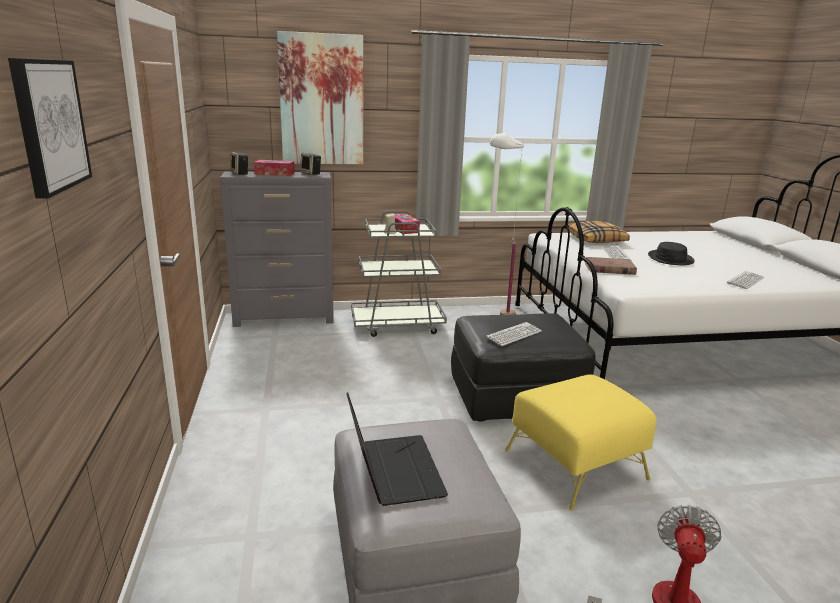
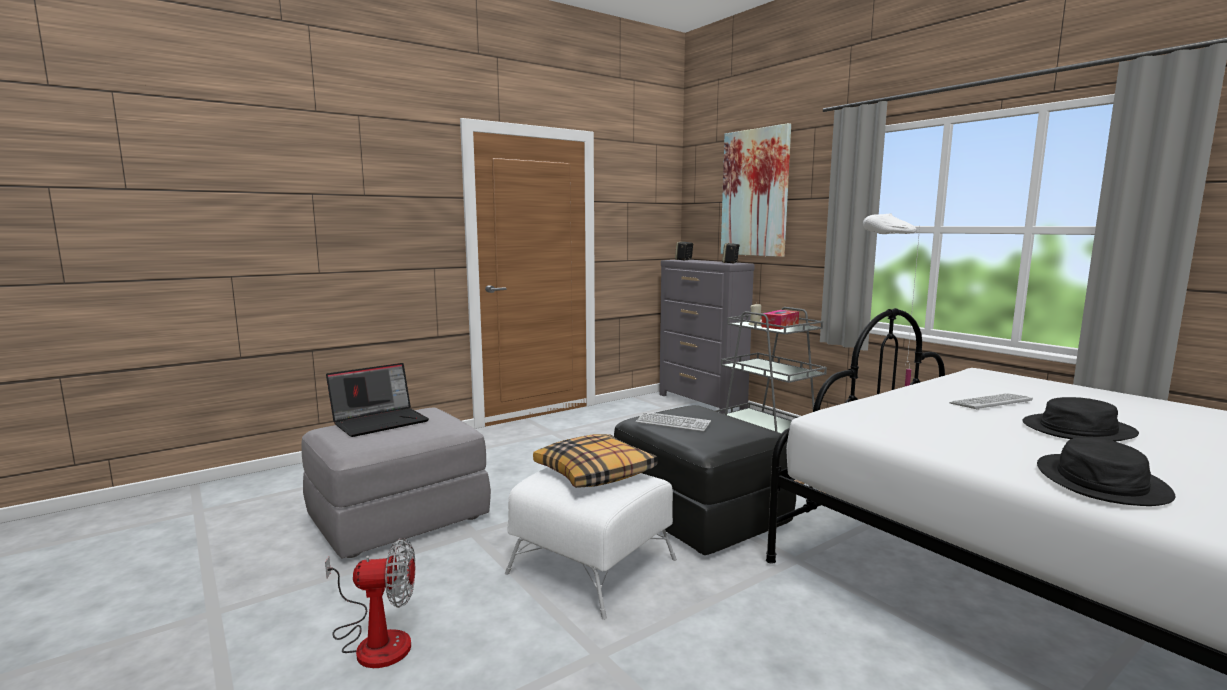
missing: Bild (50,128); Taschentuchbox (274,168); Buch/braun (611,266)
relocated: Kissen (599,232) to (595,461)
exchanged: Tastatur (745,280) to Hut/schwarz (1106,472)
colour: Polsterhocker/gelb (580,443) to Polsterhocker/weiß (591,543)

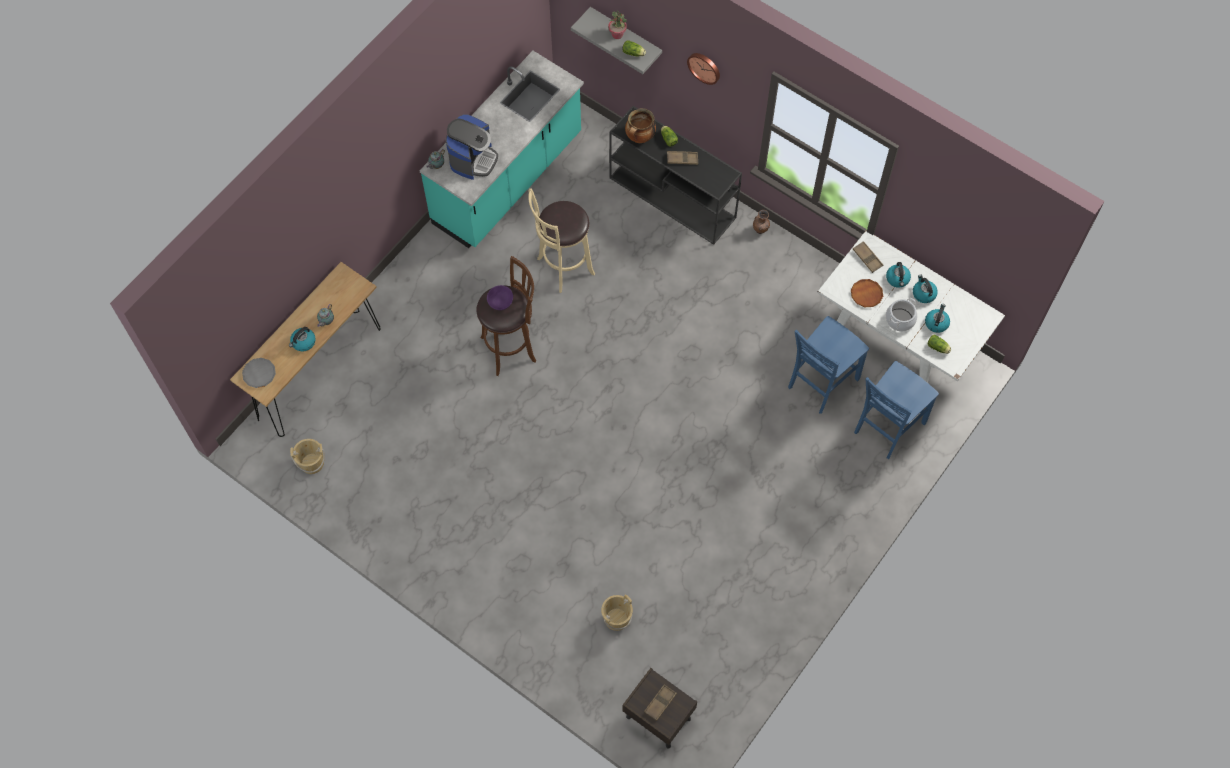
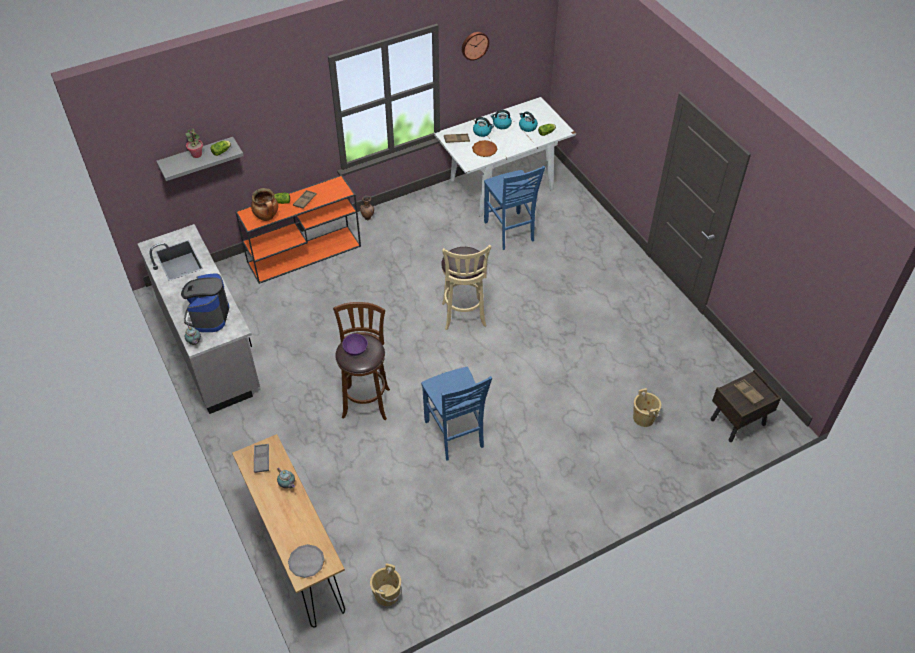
missing: Kochtopf (901,315); Wasserkessel (302,339)
appeared: Tablett/grau (261,458)
relocated: Wanduhr (703,69) to (475,46); Hocker/beige (561,240) to (466,287); Stuhl/blau (896,410) to (456,414)
colour: Küchenzeile/türkis (501,149) to Küchenzeile/grau (199,319); Konsolentisch/schwarz (675,175) to Konsolentisch/orange (298,229)
spun: Kaffeemaschine (472,147) = (205,302) 135 degrees counterclockwise

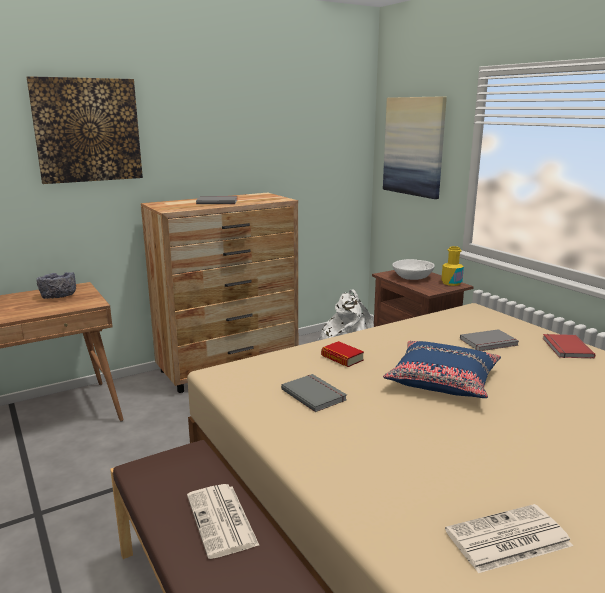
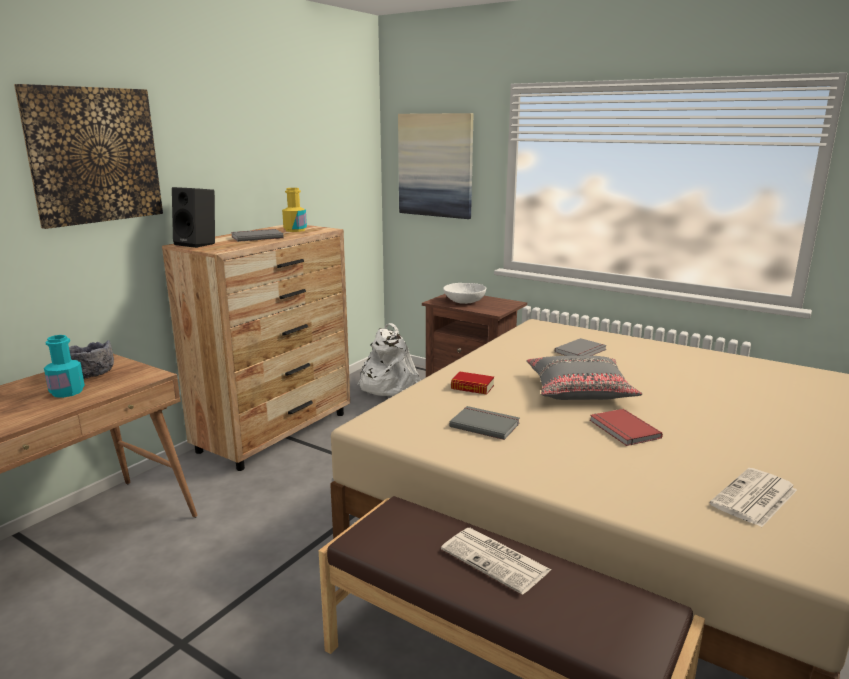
appeared: Lautsprecher/schwarz (193,217); Flasche/türkis (64,366)
relocated: Flasche/gelb (452,266) to (294,210); Buch/rot (569,346) to (626,427)
colour: Kissen/blau (442,369) to Kissen/grau (584,378)

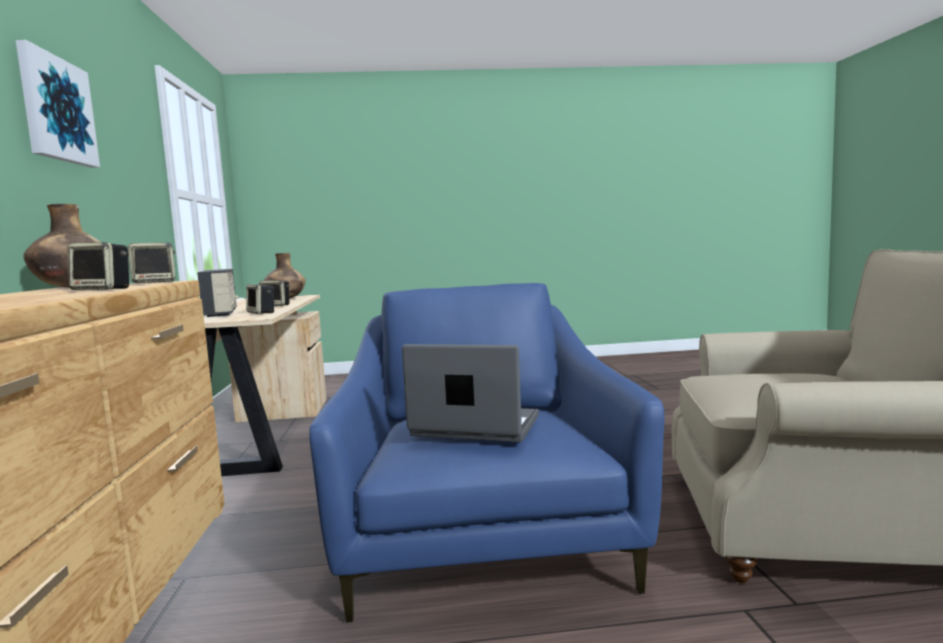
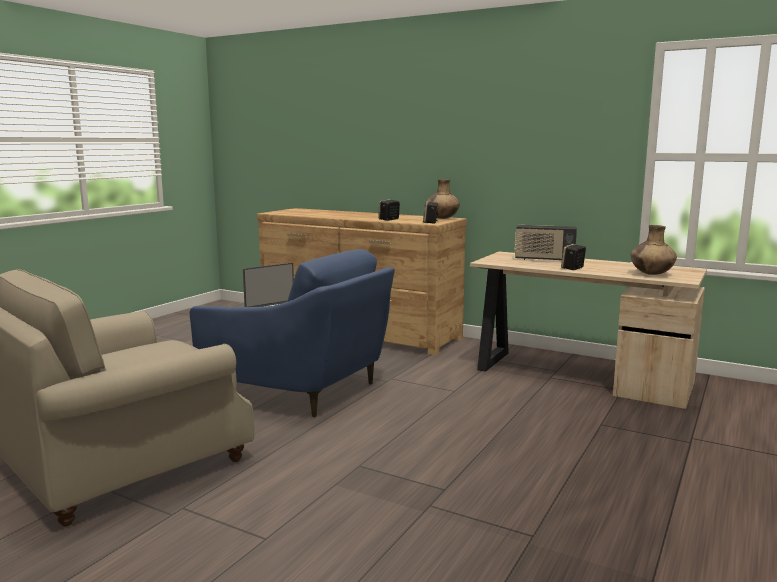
missing: Bild (58,104); Lautsprecher (260,299)

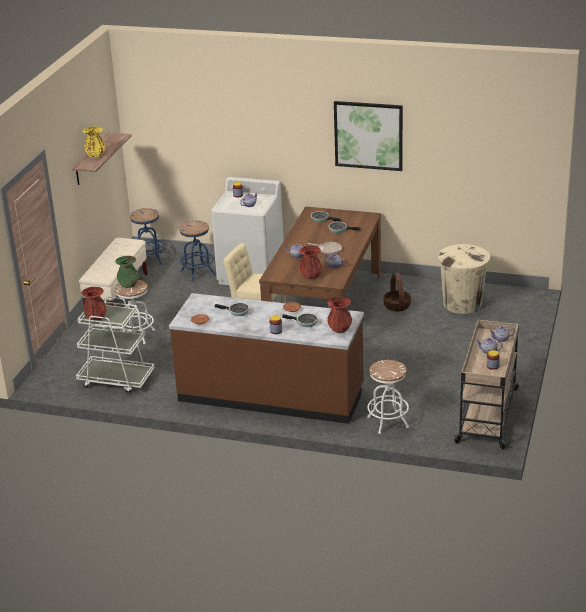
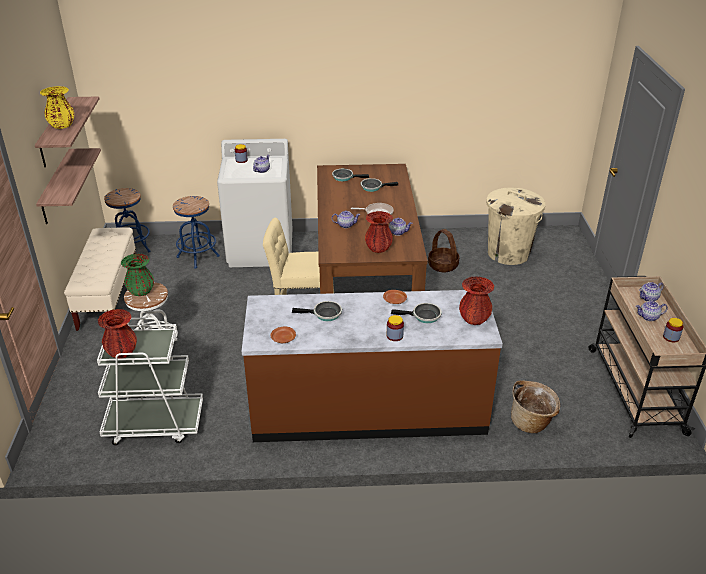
missing: Bild (368,136)
appeared: Wandregal (68,186)
exchanged: Hocker/weiß (388,397) to Korb (535,407)

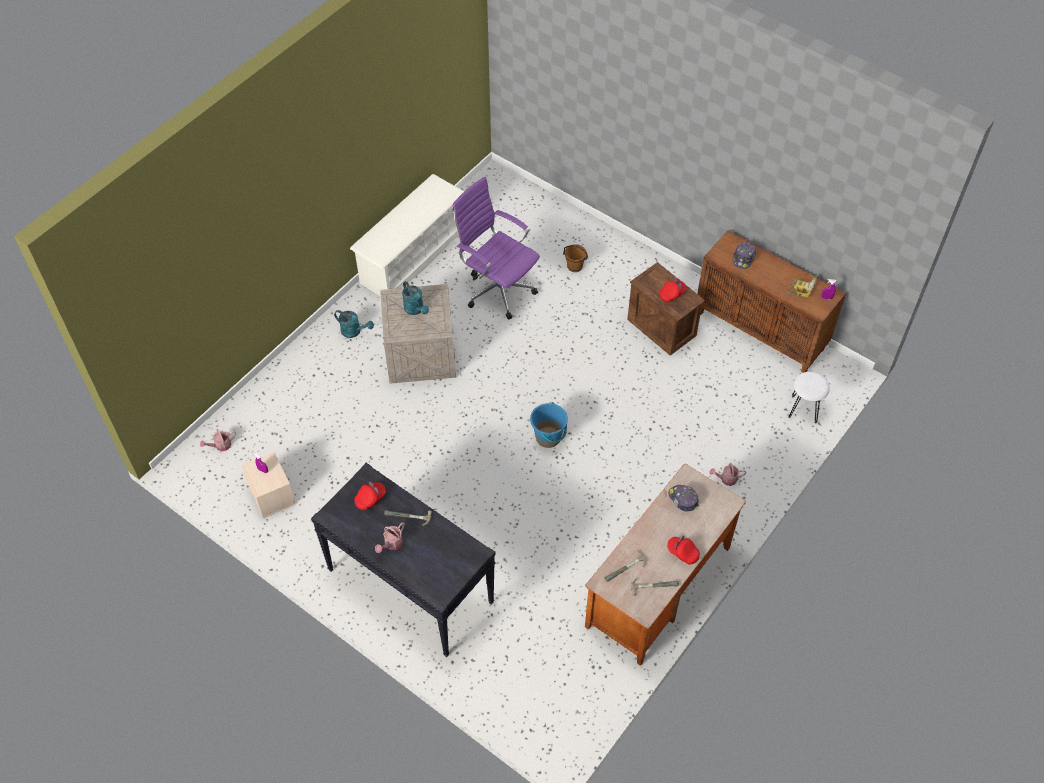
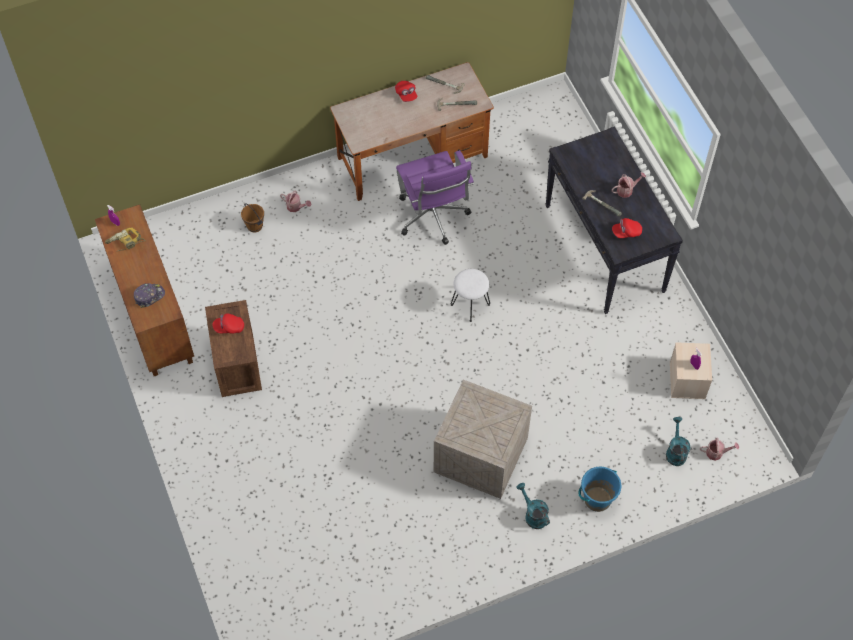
missing: Schuhregal/weiß (407,235); Kappe (683,498)
relocated: Bürostuhl/lila (496,248) to (435,197); Eimer/braun (575,258) to (252,218); Gießkanne/türkis (415,298) to (678,441); Hocker/weiß (809,398) to (470,295); Eimer/blau (549,425) to (599,489)

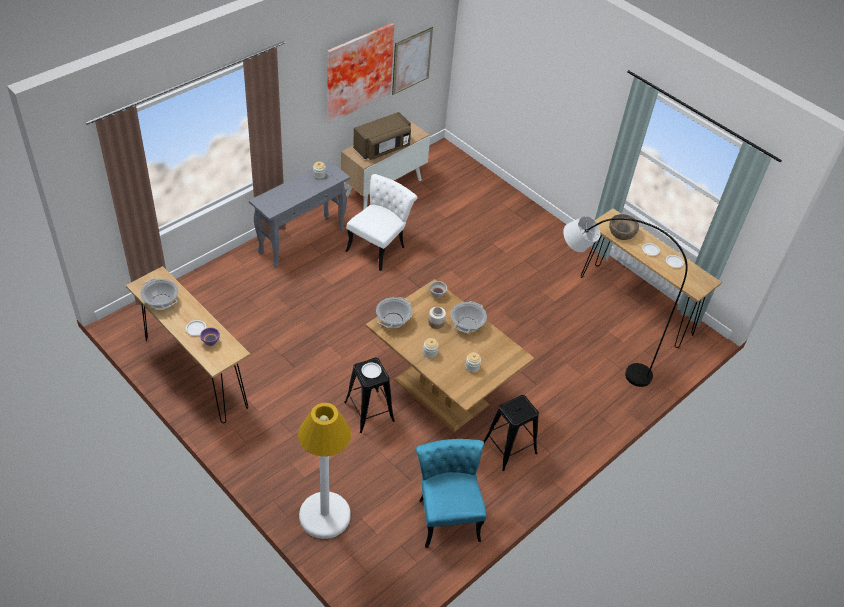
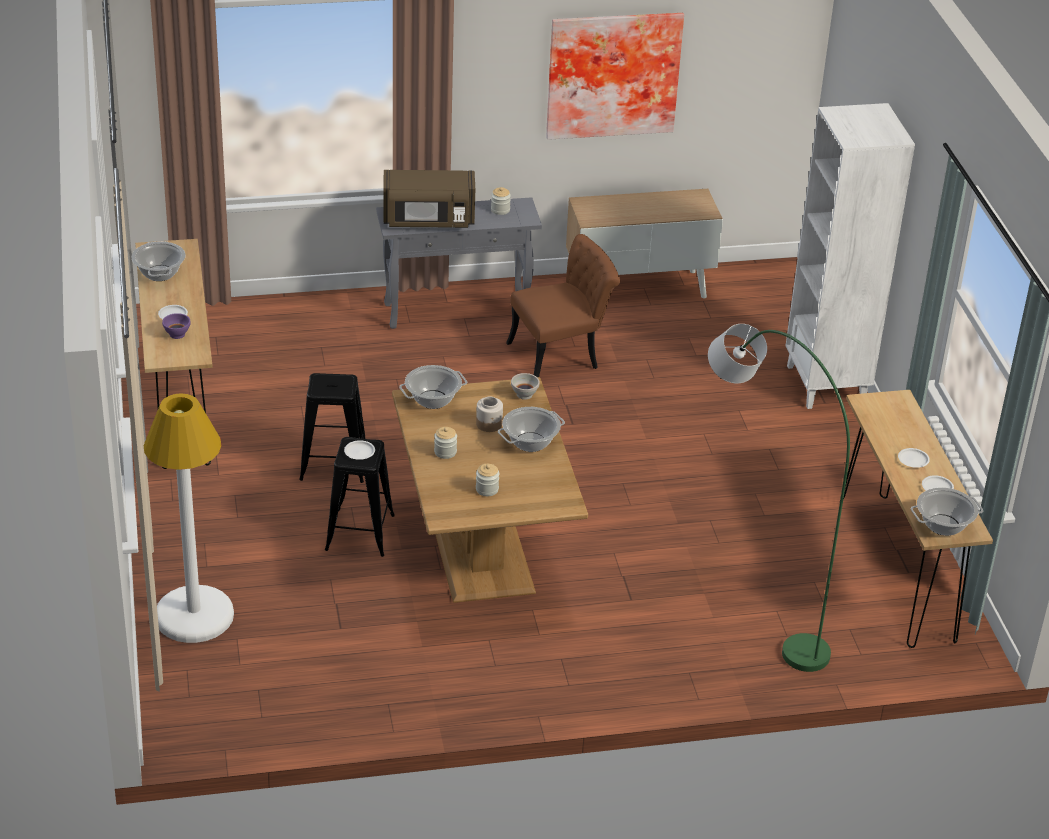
missing: Bild (412,61); Schüssel/braun (624,227); Stuhl/türkis (451,493)
appeared: Bücherregal/weiß (850,256); Kochtopf (947,512)
relocated: Mikrowelle/braun (382,136) to (429,199); Hocker/schwarz (511,433) to (332,428)
colour: Stuhl/weiß (381,222) to Stuhl/braun (563,305); Stehlampe/grau (625,301) to Stehlampe/grün (779,498)

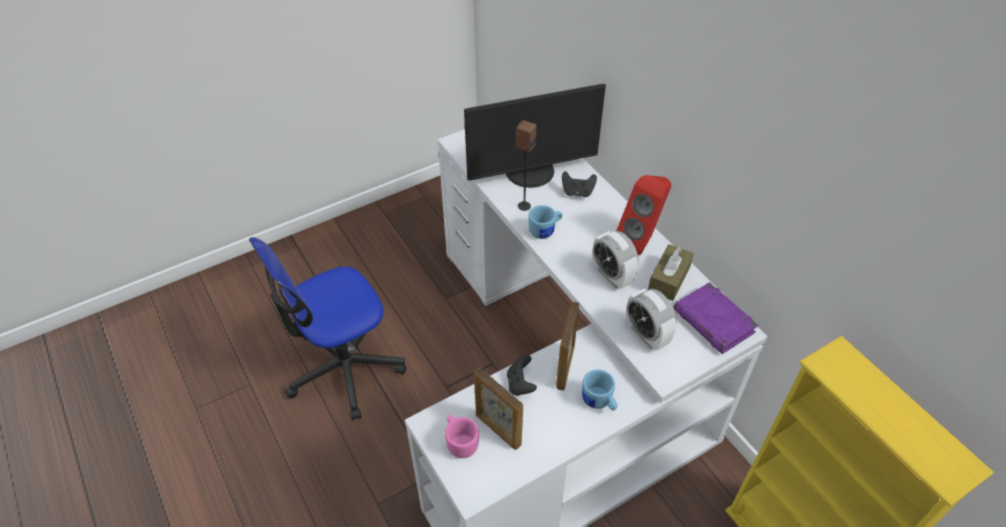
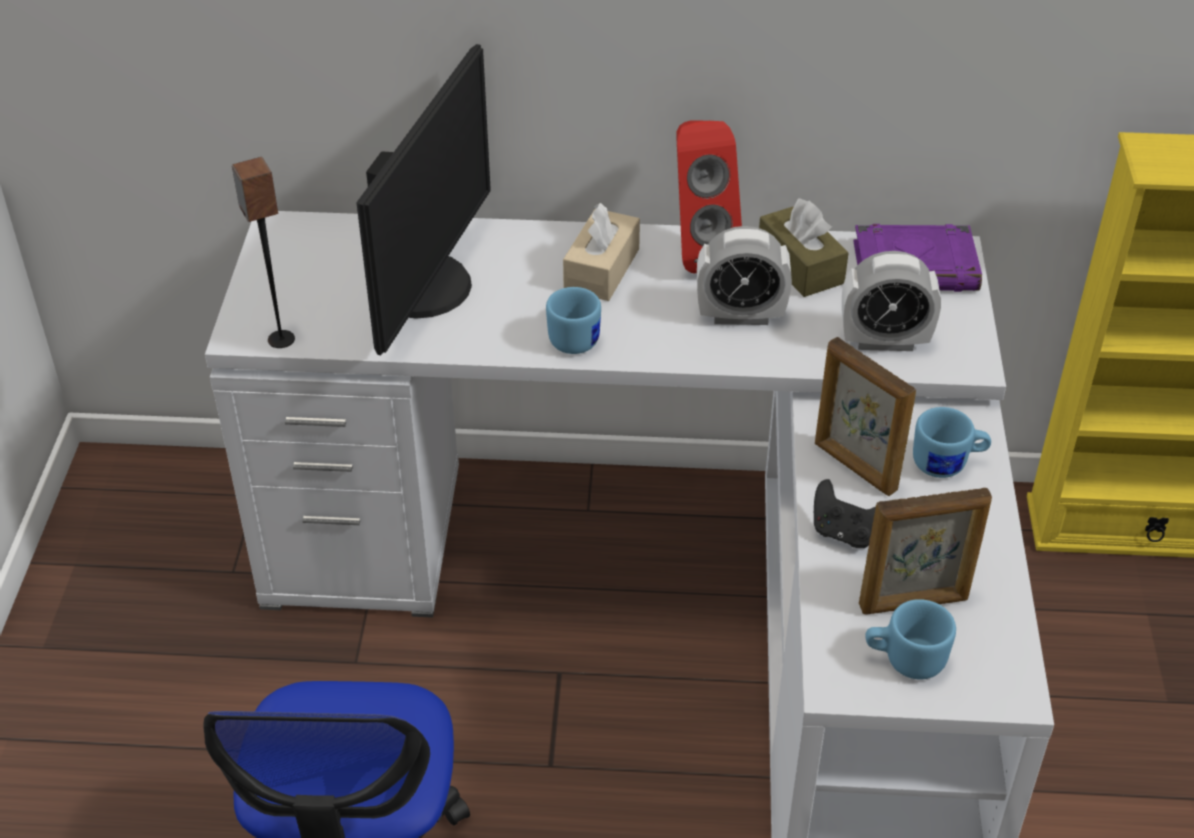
missing: Gamepad/schwarz (579,184)
appeared: Taschentuchbox/beige (601,252)
relocated: Lautsprecher (526,165) to (263,252)
colour: Henkelbecher/rosa (462,436) to Henkelbecher/blau (910,639)

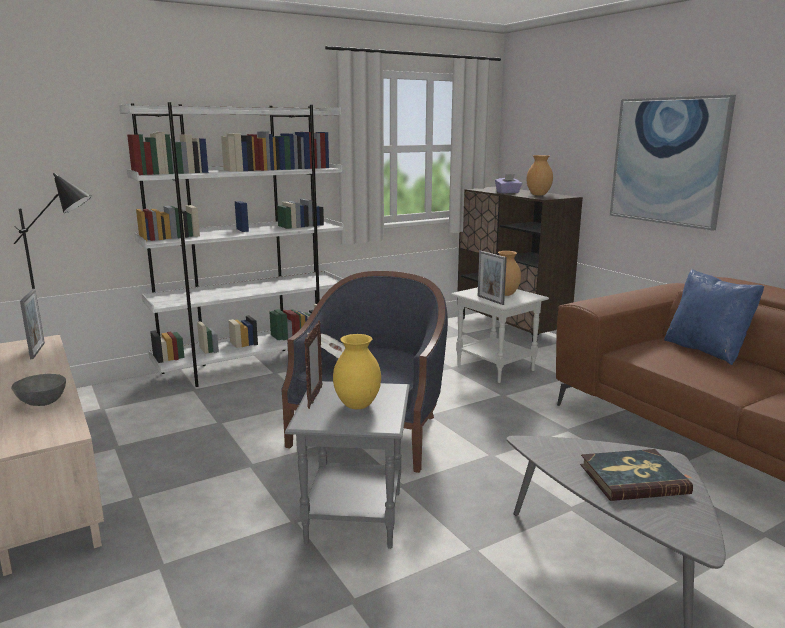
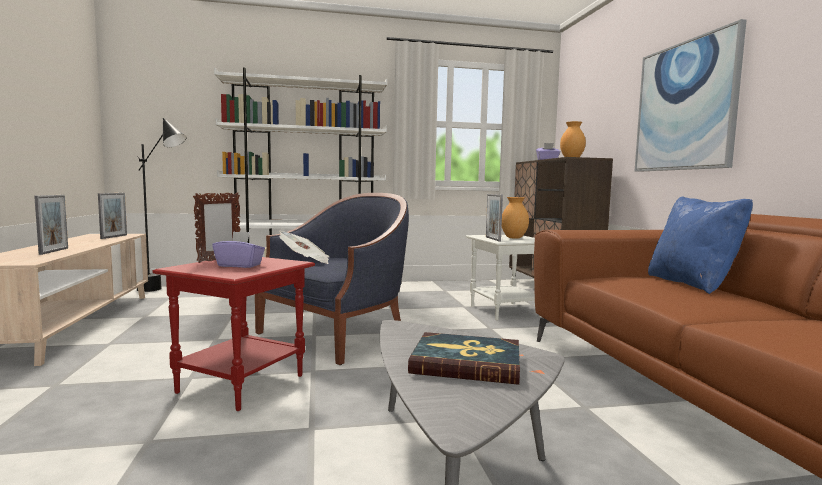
exchanged: Vase/gelb (357,371) to Taschentuchbox/lila (238,249); Schüssel/grau (38,390) to Bilderrahmen (51,225)
colour: Beistelltisch/grau (347,465) to Beistelltisch/rot (234,334)

